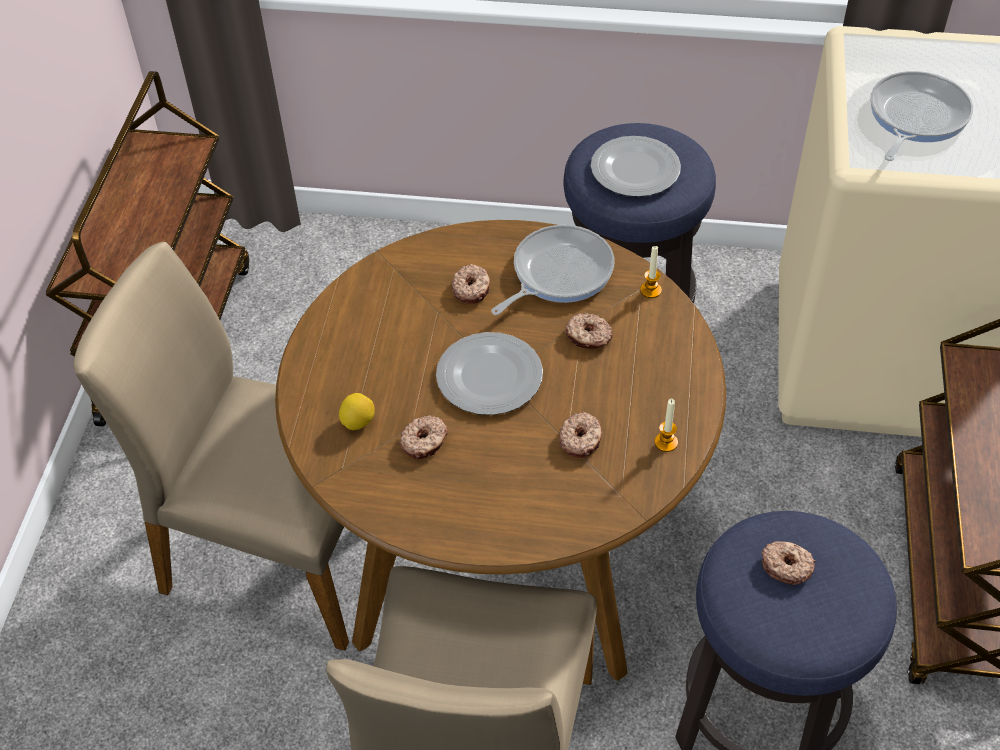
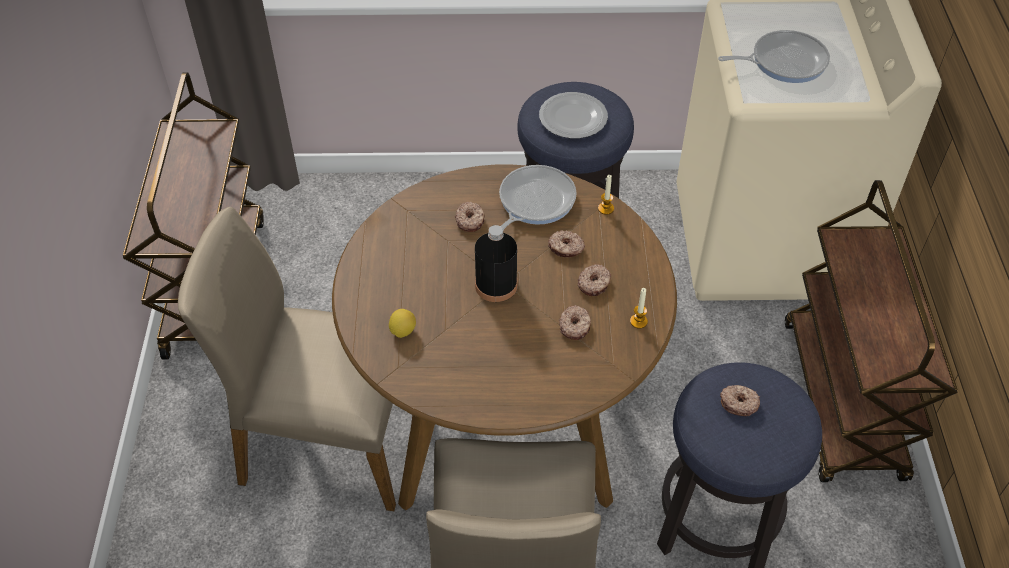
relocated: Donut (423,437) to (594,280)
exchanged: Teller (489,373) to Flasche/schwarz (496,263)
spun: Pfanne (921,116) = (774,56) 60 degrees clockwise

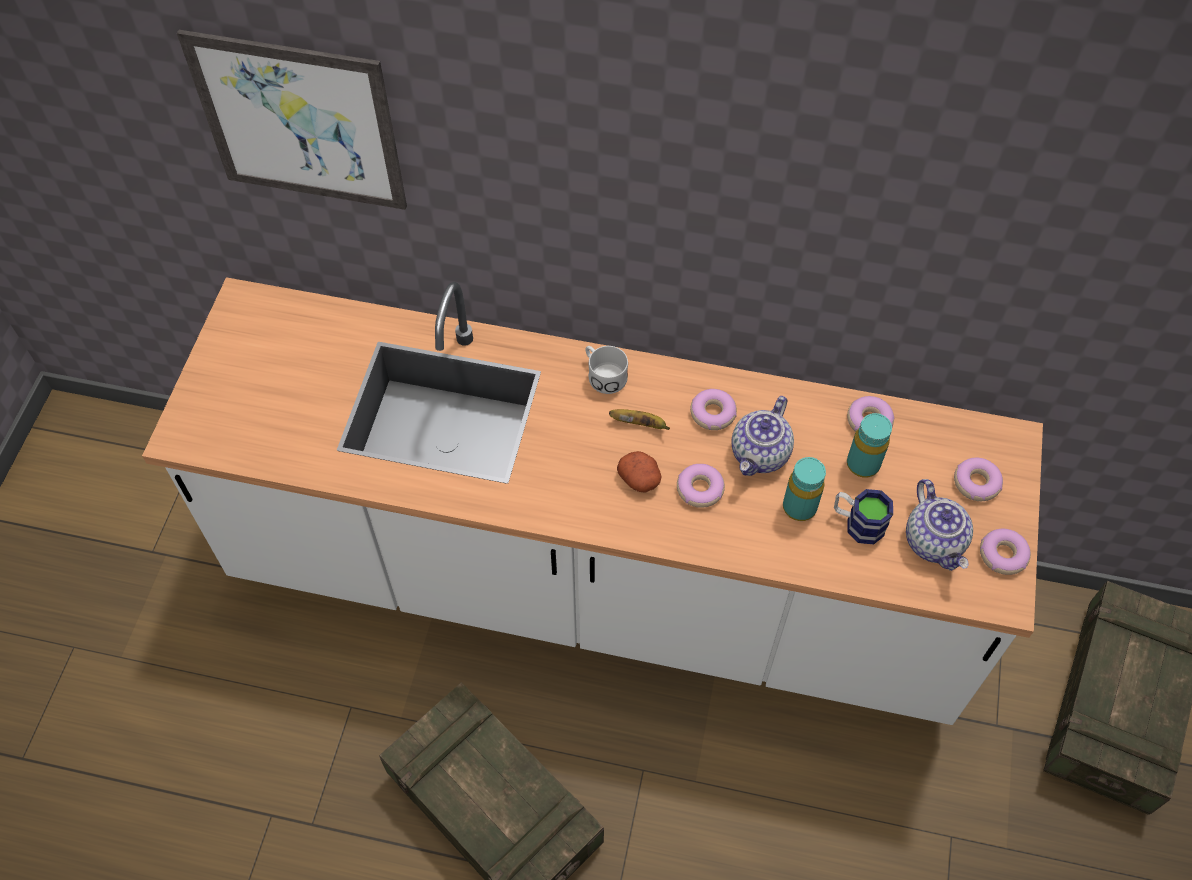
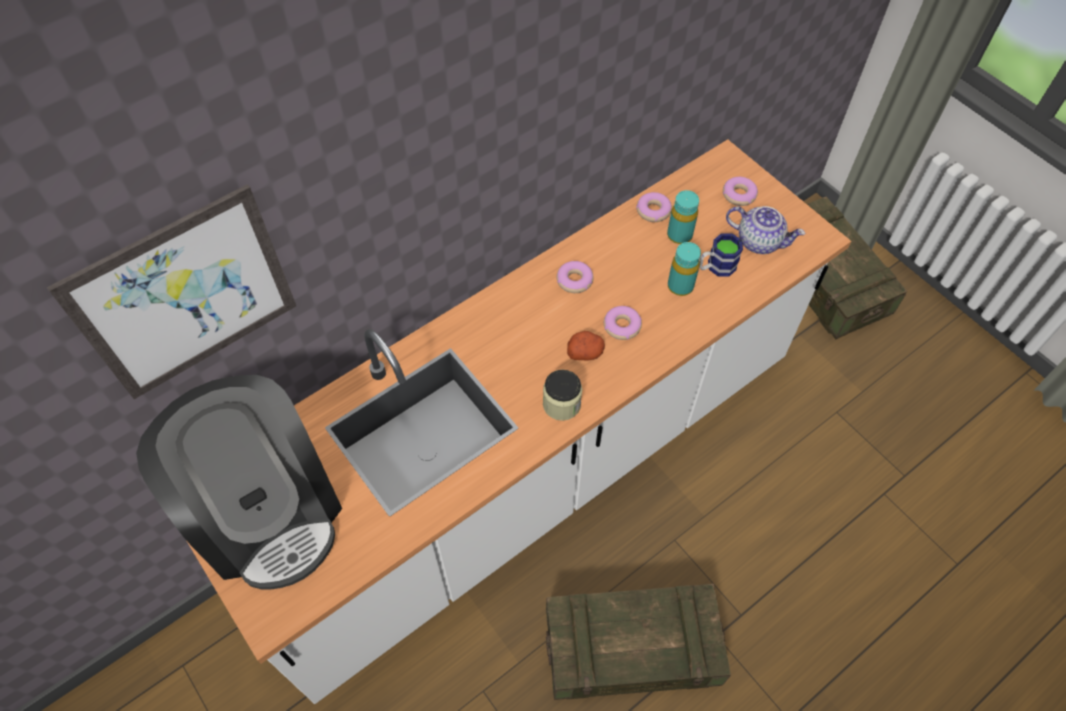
missing: Henkelbecher/weiß (606,370); Teekanne (762,436); Banane (639,419); Donut (1005,552)
appeared: Vorratsglas (562,395); Kaffeemaschine (239,482)

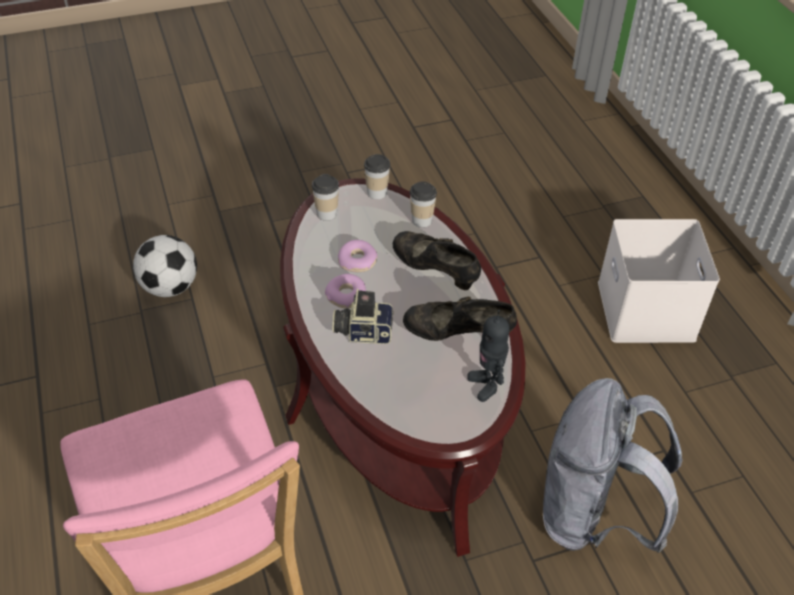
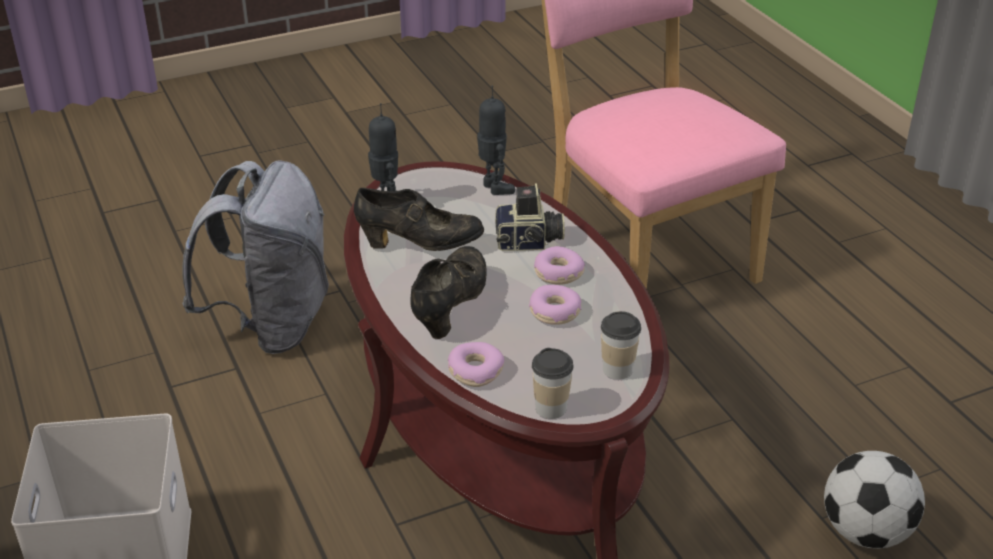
appeared: Spielzeugroboter (496,140)
exchanged: Tasse (423,204) to Donut (476,364)
spun: Schuh/schwarz (437,260) = (448,292) 105 degrees counterclockwise

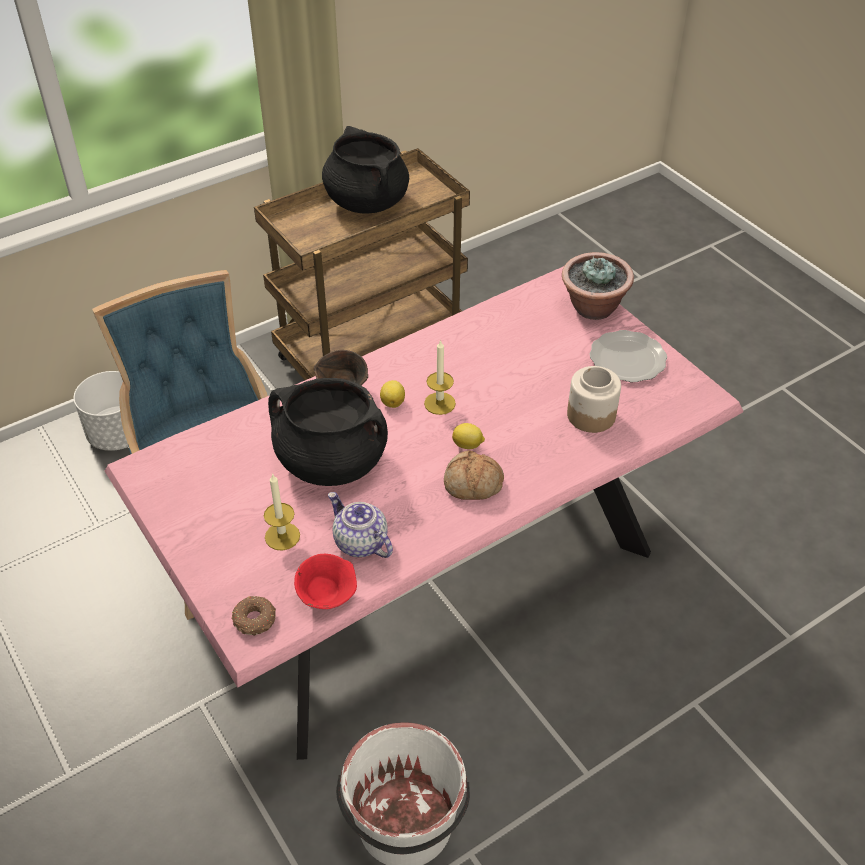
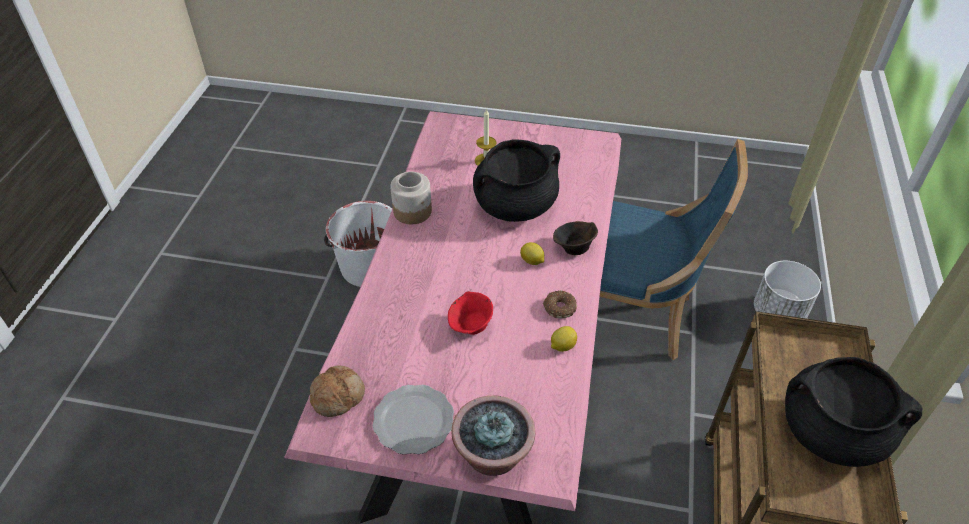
missing: Kerze (440,377); Teekanne (360,525)
relocated: Vorratsglas (594,399) to (411,197); Zitrone (468,436) to (564,339); Brot (474,475) to (337,391); Schüssel/rot (325,581) to (470,313); Donut (254,616) to (560,304)

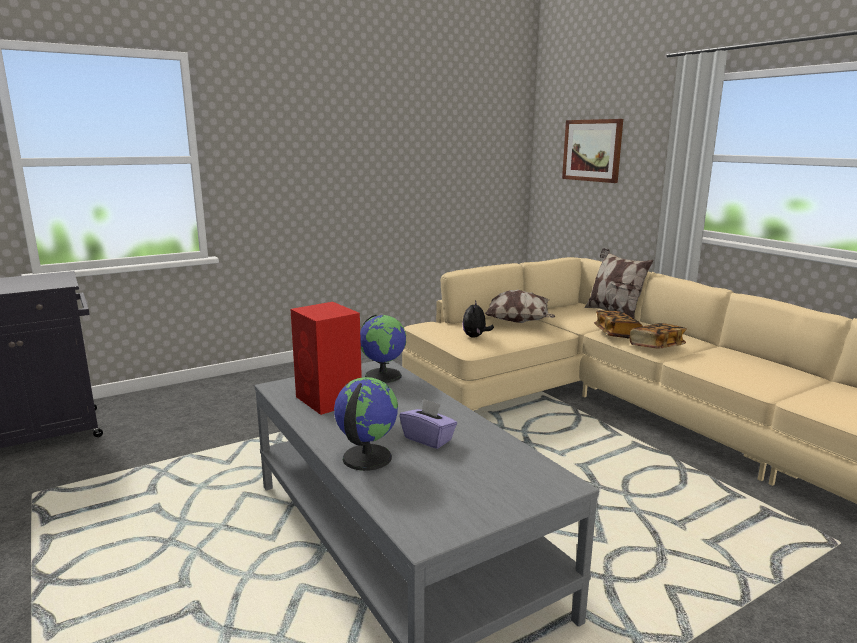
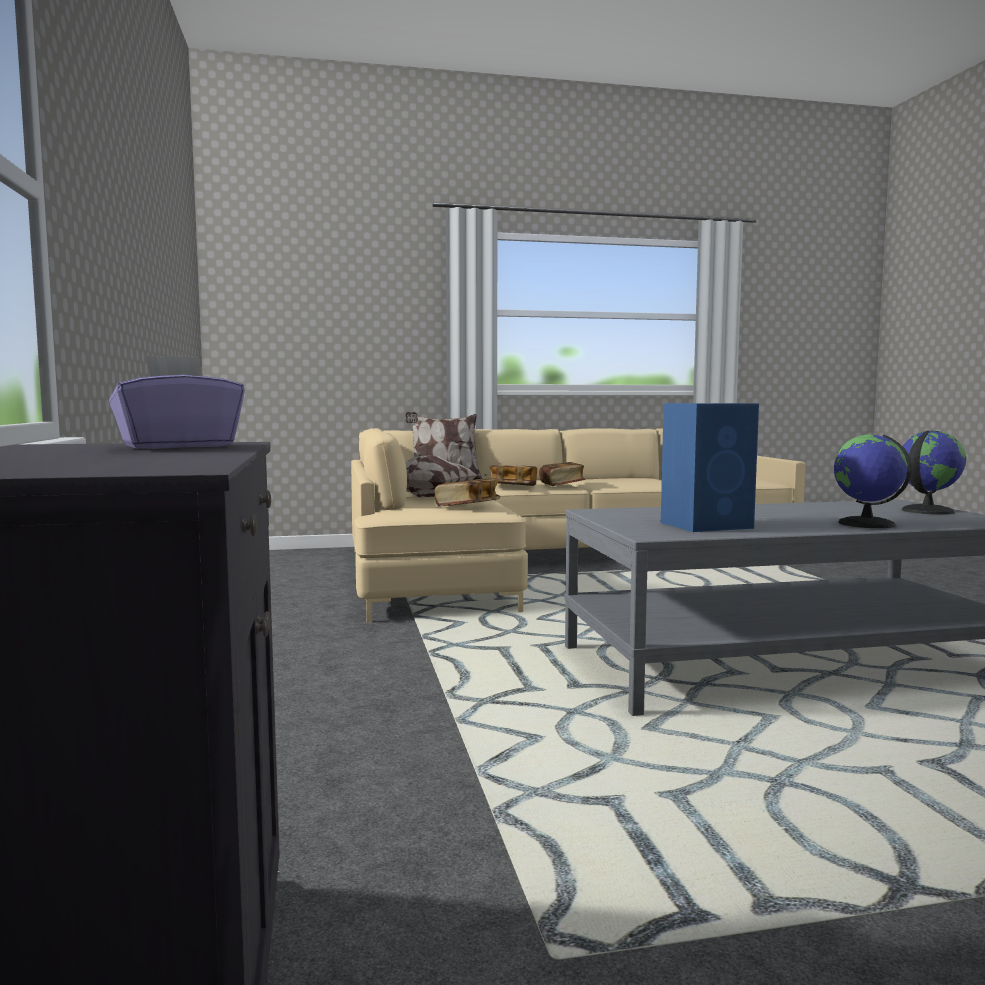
missing: Bild (592,151)
relocated: Globus (383,348) to (933,472); Taschentuchbox/lila (428,424) to (177,402)
exchanged: Plüschtier (478,319) to Buch (467,493)
colour: Lautsprecher/rot (326,358) to Lautsprecher/blau (710,467)

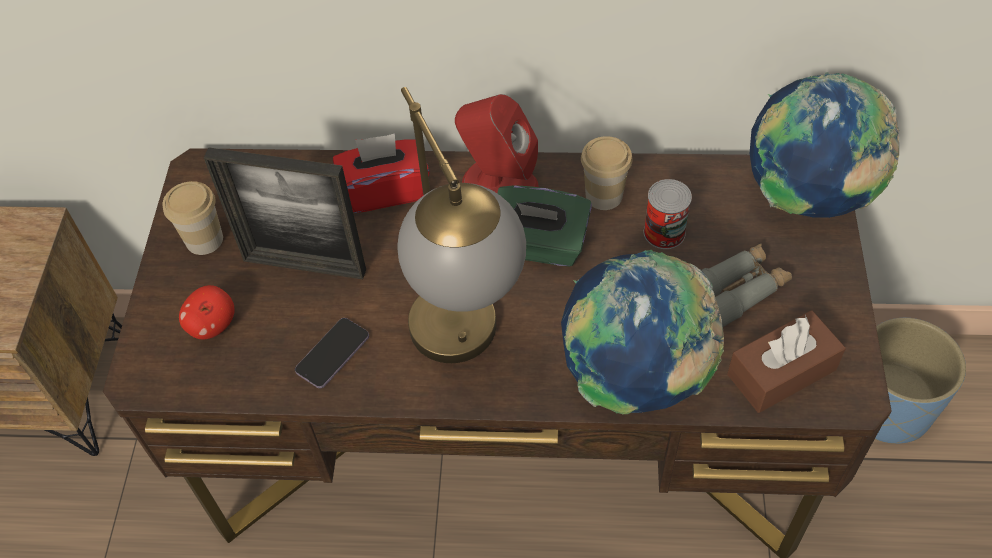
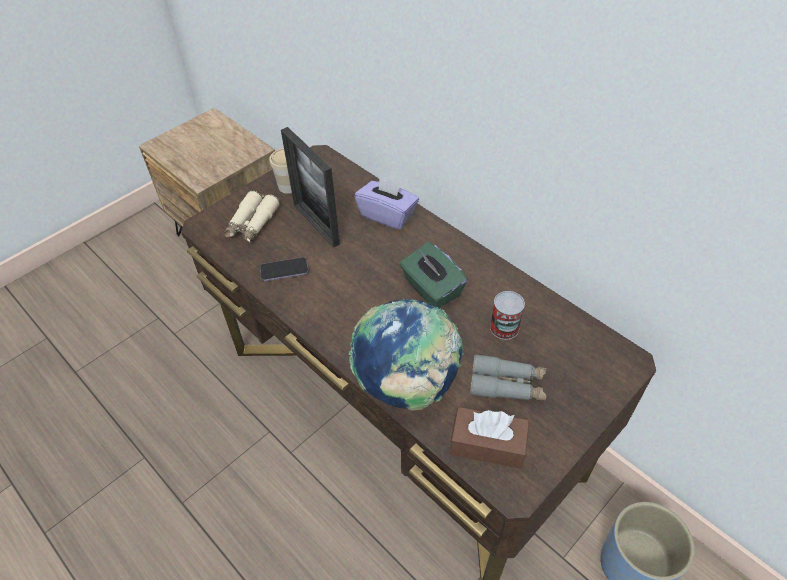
missing: Globus (824,145); Tischlampe (461,225); Lautsprecher/rot (497,143); Tasse (606,173)
exchanged: Apfel (207,312) to Fernglas/beige (252,217)
colour: Taschentuchbox/rot (381,173) to Taschentuchbox/lila (387,202)

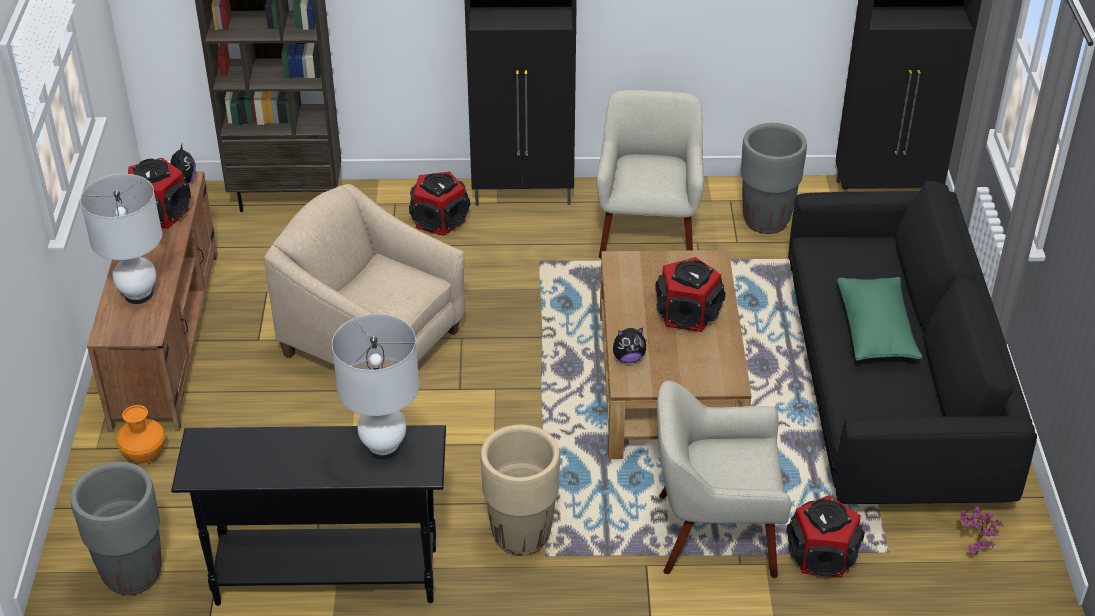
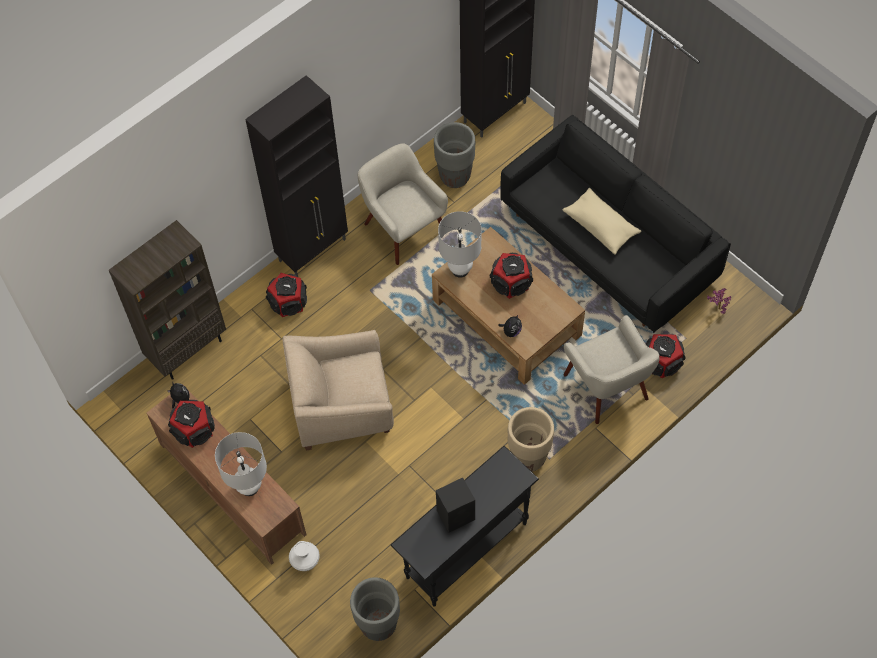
appeared: Lautsprecher/schwarz (455,505)
relocated: Tischlampe/weiß (375,387) to (459,244)
colour: Kissen/grün (879,319) to Kissen/beige (602,221); Vase/orange (140,434) to Vase/weiß (304,556)
spun: Sessel/beige (724,479) = (611,369) 75 degrees counterclockwise

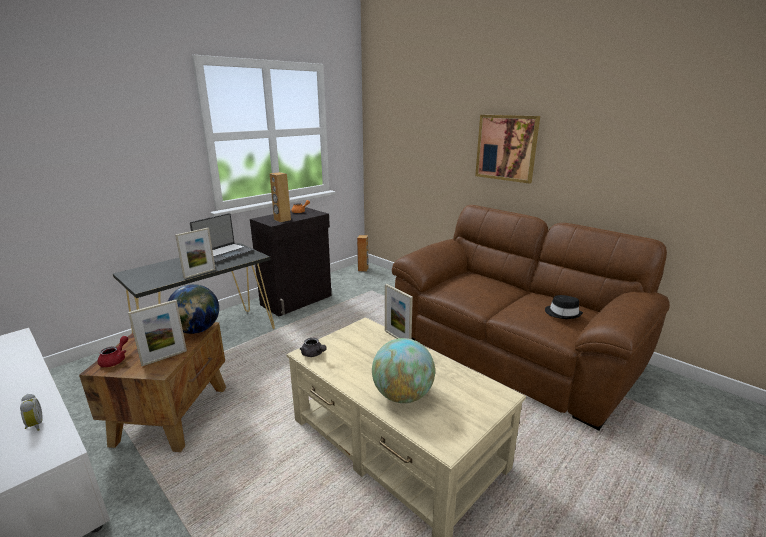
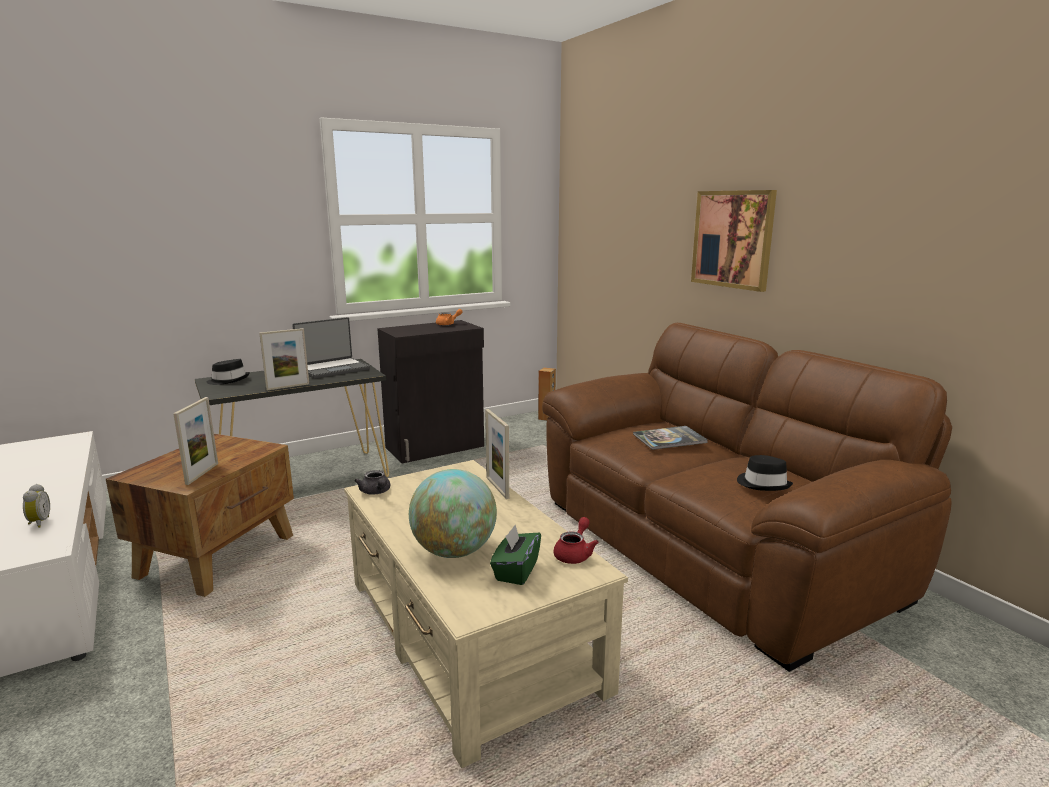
missing: Lautsprecher/braun (280,197); Globus (193,309)
appeared: Hut/schwarz (228,372); Buch (670,438); Taschentuchbox/grün (515,555)
relocated: Teekanne/rot (112,351) to (576,540)
spun: Bilderrahmen (157,333) = (195,441) 60 degrees counterclockwise

